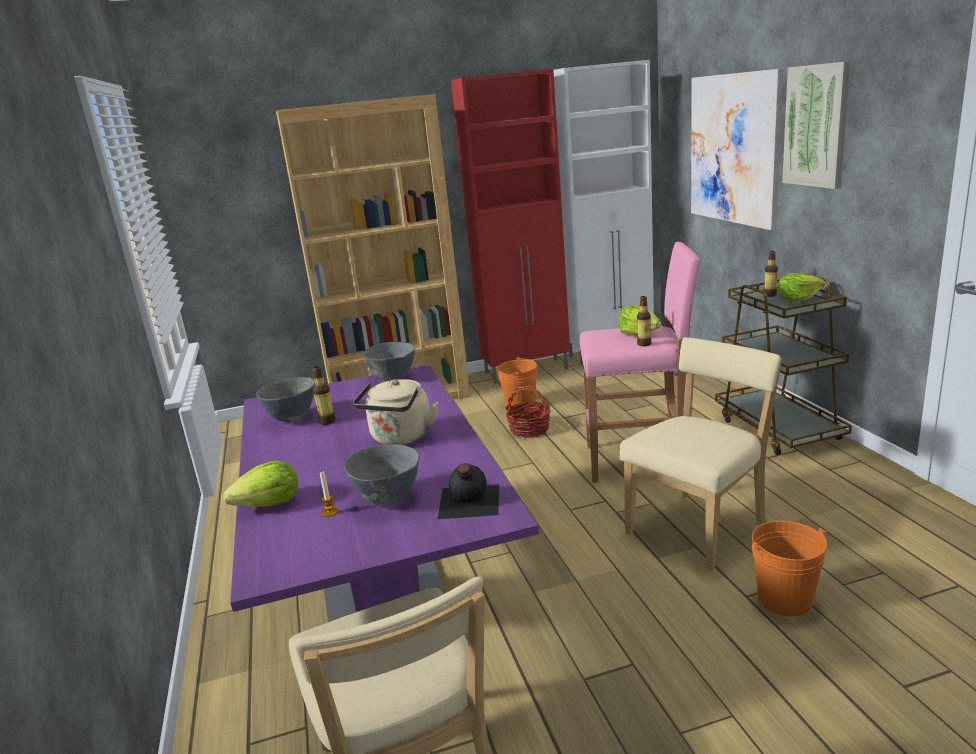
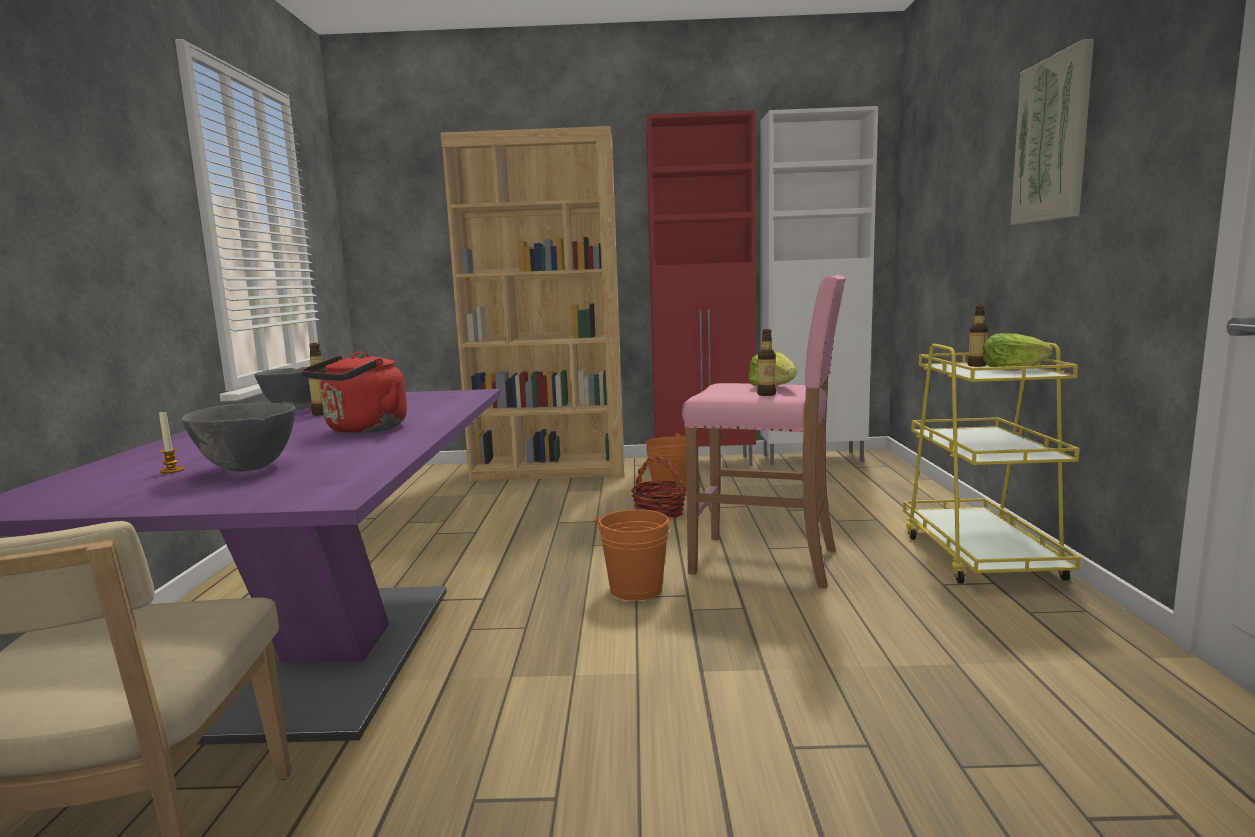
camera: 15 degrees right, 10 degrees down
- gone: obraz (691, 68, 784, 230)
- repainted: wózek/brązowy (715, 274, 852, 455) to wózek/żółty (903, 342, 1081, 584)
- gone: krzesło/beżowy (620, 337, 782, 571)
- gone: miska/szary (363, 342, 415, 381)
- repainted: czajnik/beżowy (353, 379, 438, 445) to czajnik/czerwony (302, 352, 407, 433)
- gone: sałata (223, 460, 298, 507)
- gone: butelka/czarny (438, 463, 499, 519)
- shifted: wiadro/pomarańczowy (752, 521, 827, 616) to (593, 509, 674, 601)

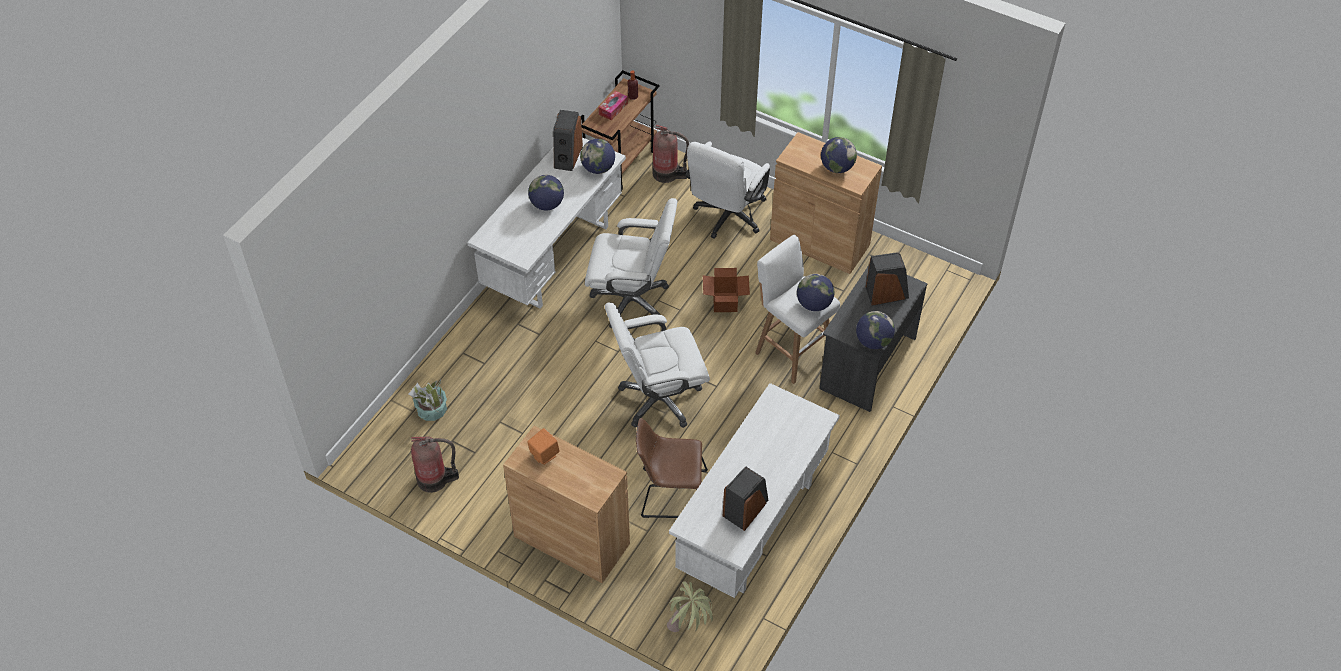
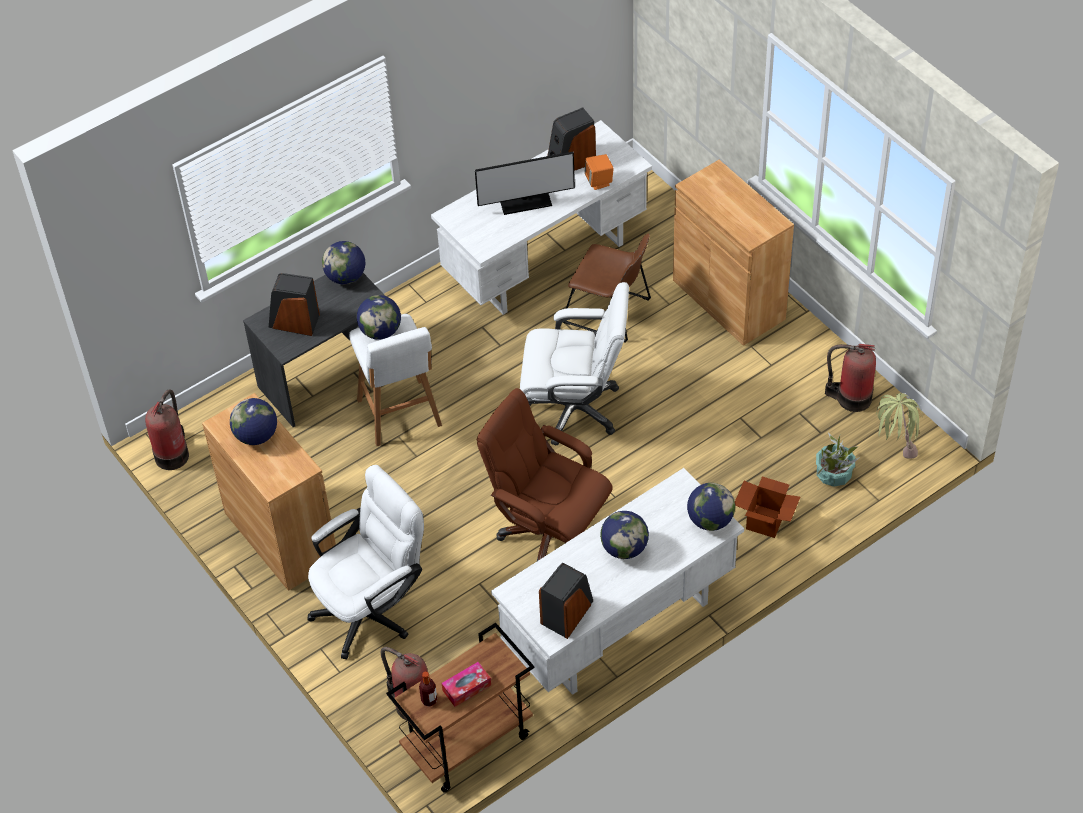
camera: 155 degrees left, 0 degrees up
- shifted: globus (580, 139, 615, 174) to (687, 483, 735, 531)
- repainted: krzesło biurowe/biały (585, 198, 677, 328) to krzesło biurowe/brązowy (476, 388, 613, 561)
- shifted: karton (703, 268, 750, 312) to (735, 477, 800, 538)
- shifted: głośnik/pomarańczowy (527, 428, 560, 465) to (584, 154, 614, 190)
- shifted: roślina doniczkowa (667, 581, 713, 632) to (876, 393, 923, 459)
- new: monitor (475, 152, 575, 215)
- new: gaśnica (145, 389, 189, 470)

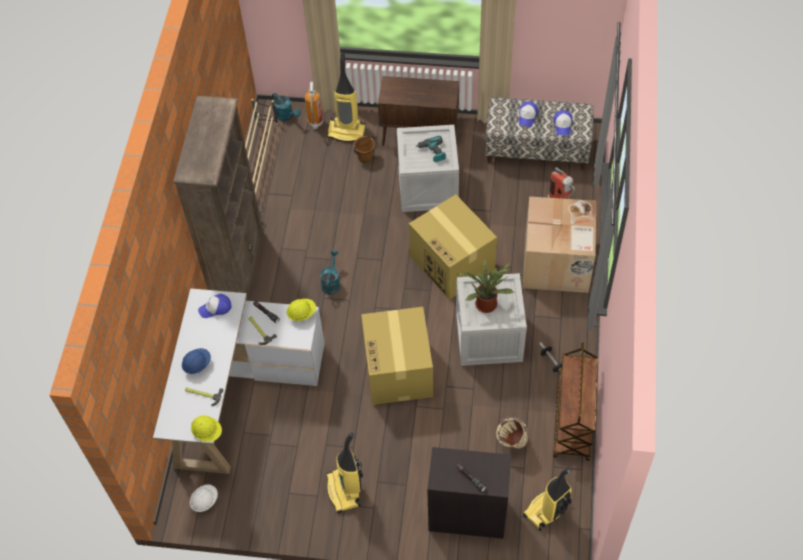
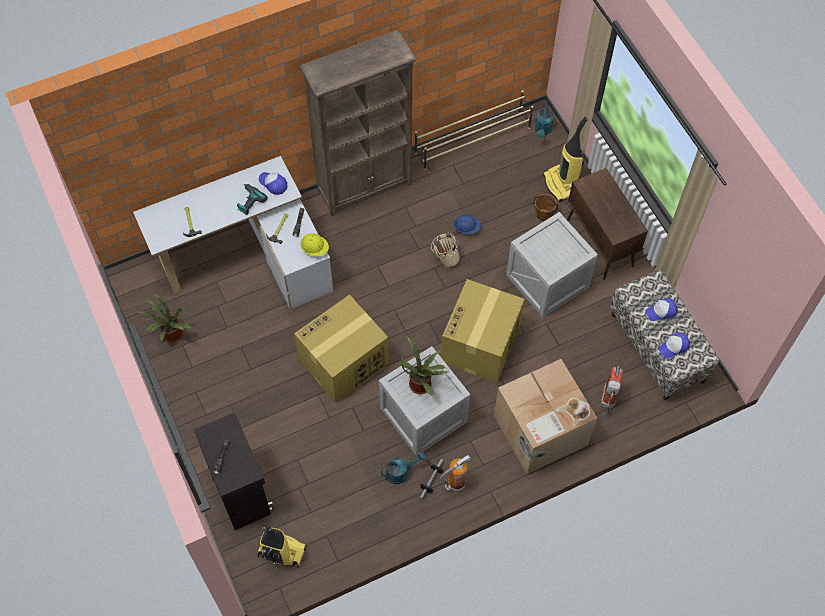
camera: 55 degrees right, 5 degrees up
- shifted: gaśnica (304, 82, 323, 129) to (440, 455, 470, 491)
- shifted: wiertarka (415, 136, 446, 163) to (237, 184, 268, 215)
- shifted: konewka/turkusowy (320, 250, 340, 295) to (381, 452, 426, 484)
- gone: wózek/brązowy (553, 343, 598, 460)
- shifted: kask/niebieski (182, 348, 211, 374) to (454, 214, 481, 234)
- gone: kask/żółty (191, 415, 222, 442)
- shifted: wiadro/beżowy (496, 417, 528, 449) to (431, 232, 460, 267)
- gone: odkurzacz (326, 432, 363, 513)
- gone: kask/biały (190, 485, 218, 512)
- new: roślina doniczkowa (138, 294, 192, 343)

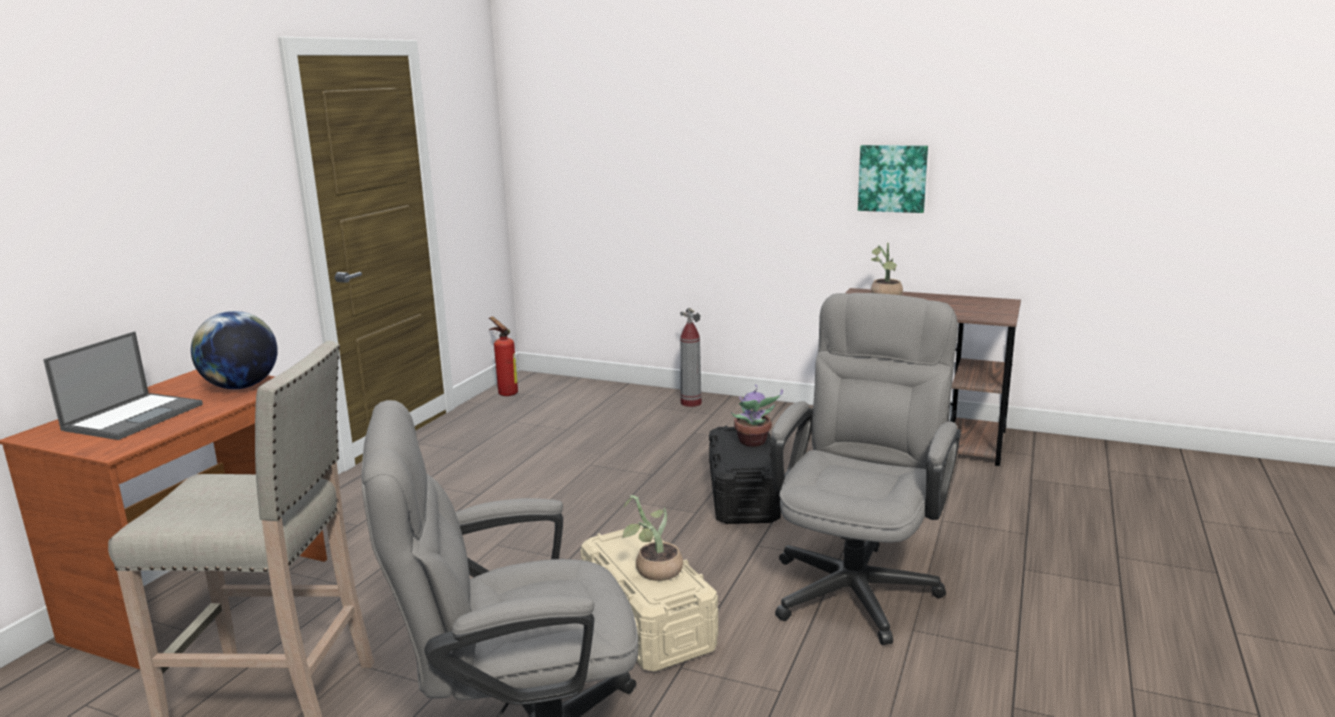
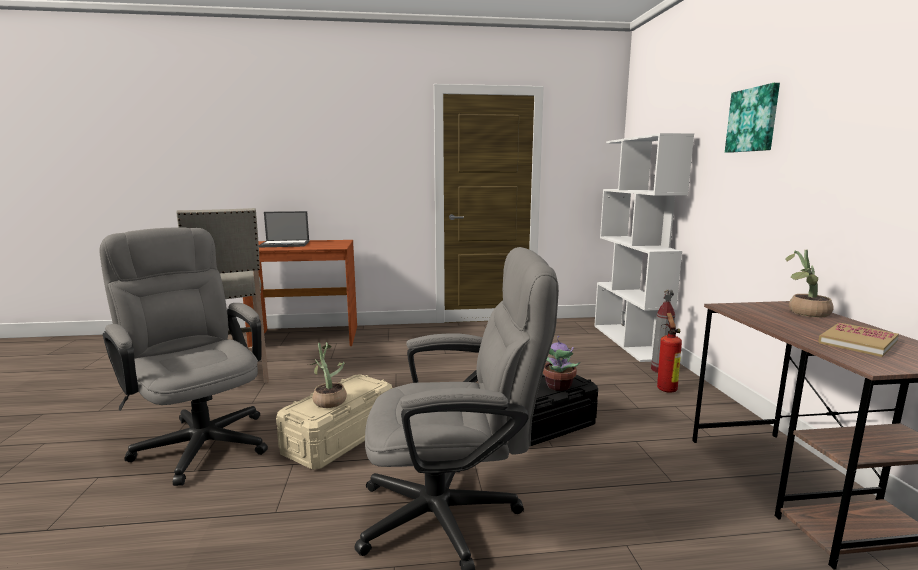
camera: 60 degrees right, 5 degrees down
- shifted: obraz (858, 145, 928, 213) to (725, 83, 780, 153)
- gone: globus (191, 311, 278, 389)
- shifted: gaśnica (489, 316, 518, 396) to (657, 313, 682, 393)
- new: regał/biały (594, 133, 694, 362)
- new: książka (818, 323, 899, 357)

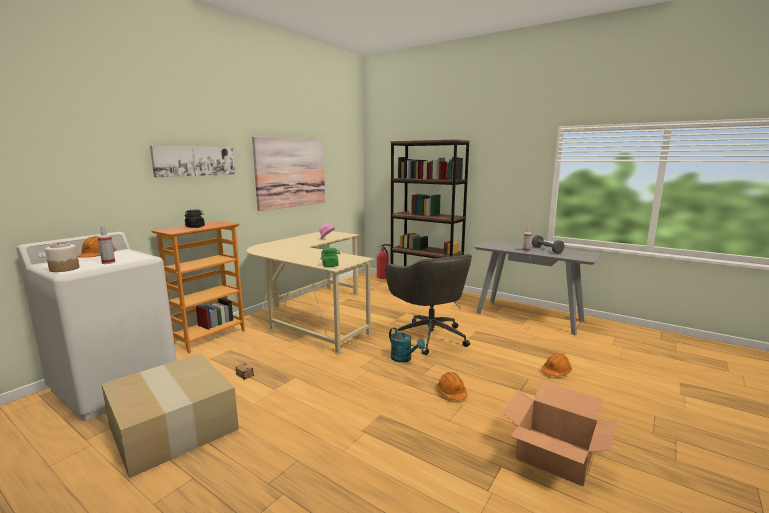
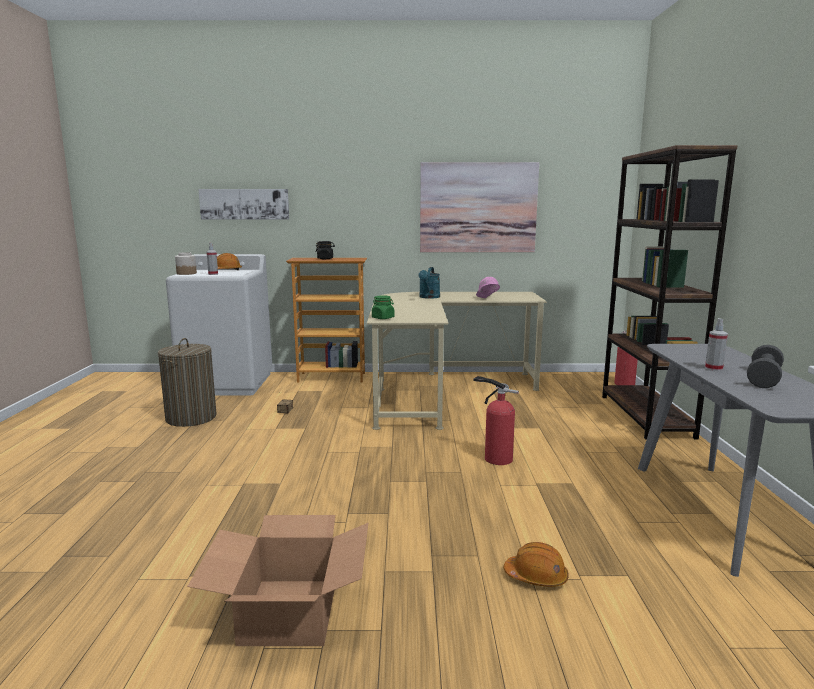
camera: 55 degrees right, 0 degrees up
- shifted: obraz (150, 146, 235, 177) to (198, 189, 289, 219)
- swapped: krzesło biurowe/szary (385, 254, 472, 355) to gaśnica (474, 376, 519, 465)
- shifted: konewka/turkusowy (389, 328, 425, 363) to (418, 267, 440, 299)
- swapped: karton (102, 354, 239, 478) to kosz na pranie (158, 338, 217, 427)
- gone: kask/pomarańczowy (437, 372, 468, 401)

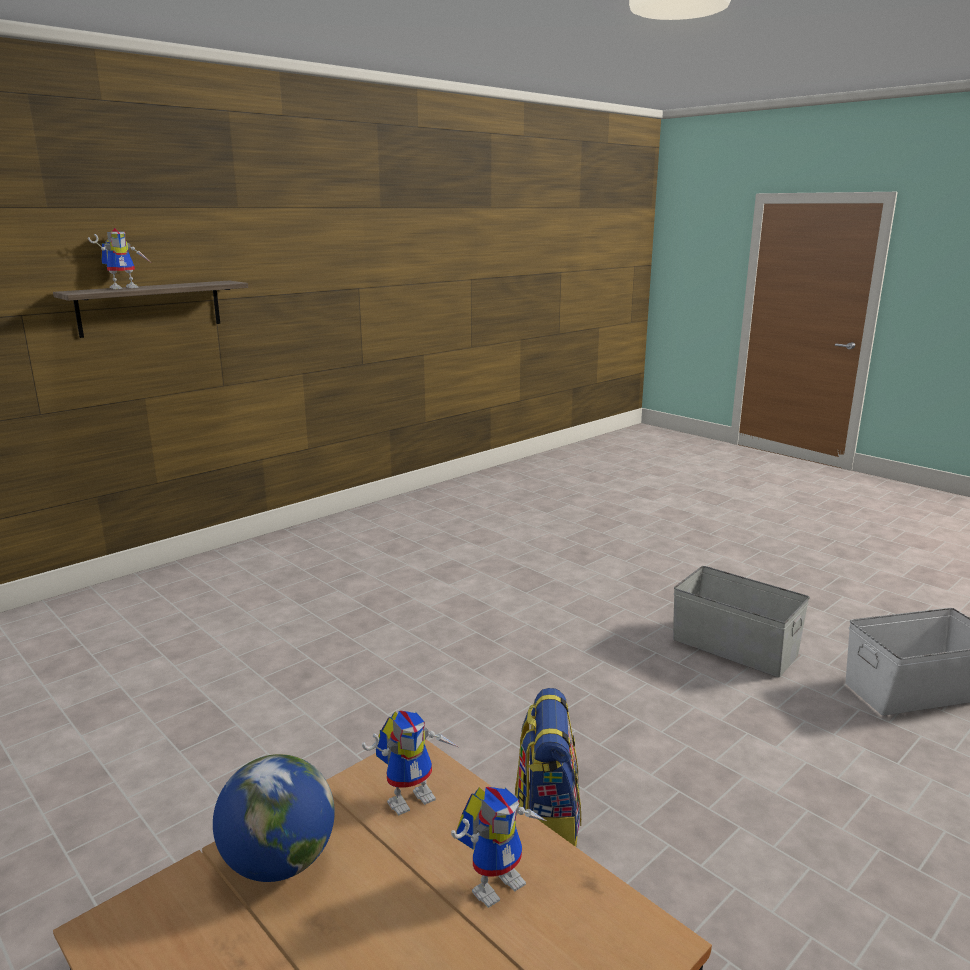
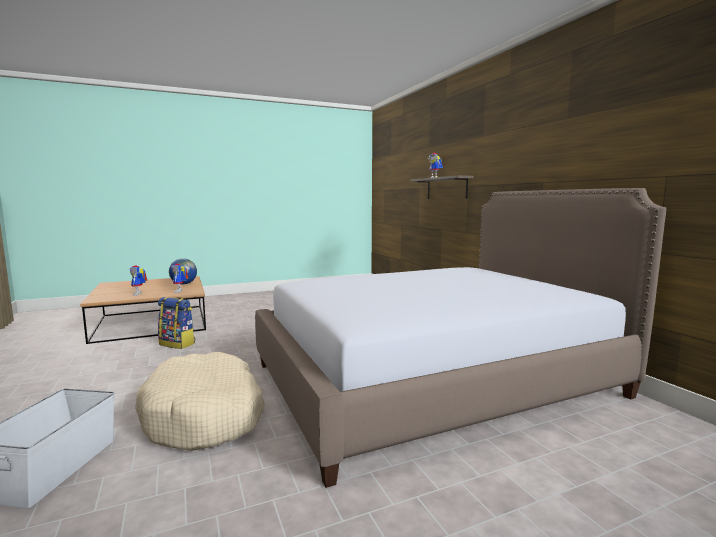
camera: 110 degrees right, 10 degrees down
- swapped: pojemnik do przechowywania/szary (673, 566, 810, 677) to legowisko/beżowy (135, 352, 265, 451)
- new: łóżko (255, 188, 666, 488)

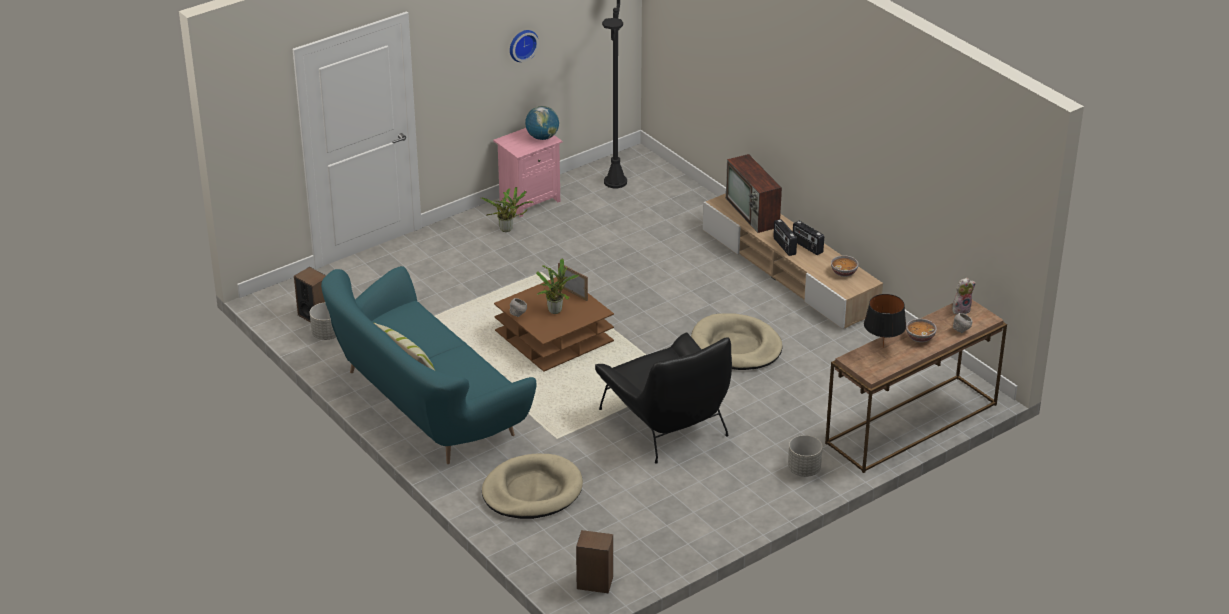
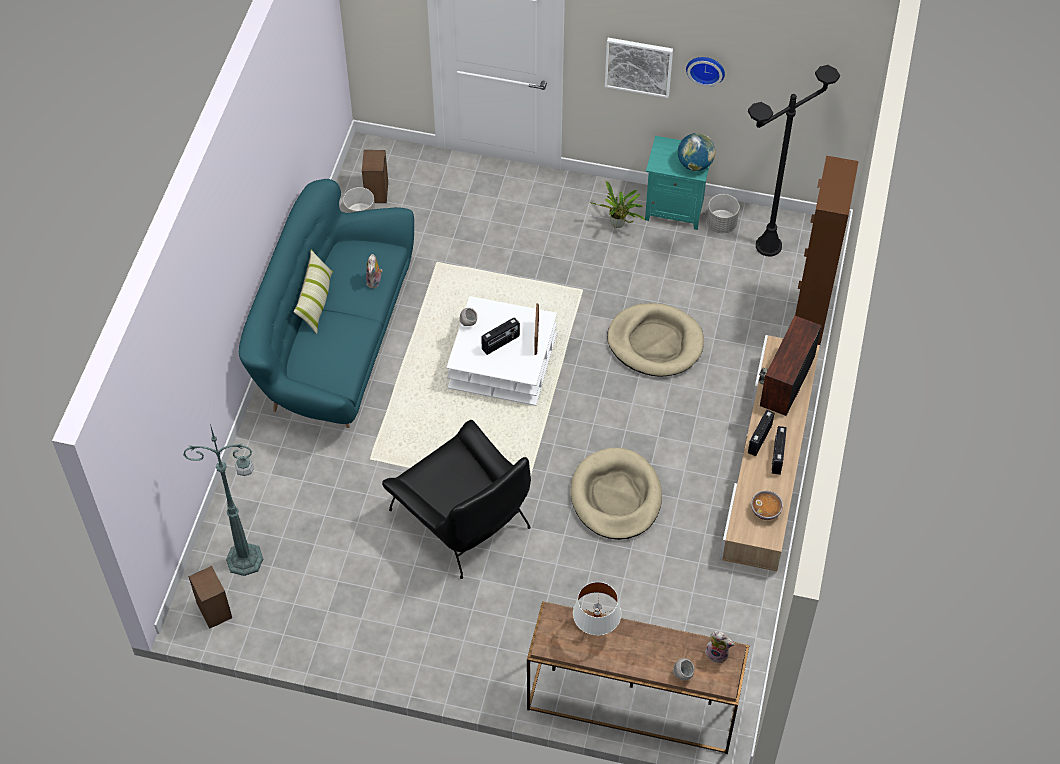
camera: 50 degrees right, 20 degrees up
- repainted: szafka nocna/różowy (493, 128, 563, 217) to szafka nocna/turkusowy (645, 136, 709, 230)
- swapped: roślina doniczkowa (536, 258, 579, 314) to radio (481, 317, 520, 355)
- repainted: ława/brązowy (494, 277, 614, 372) to ława/biały (446, 296, 557, 406)
- repainted: lampa stołowa/czarny (864, 294, 906, 347) to lampa stołowa/biały (573, 582, 621, 635)
- gone: miska (906, 319, 937, 342)
- rotated: fotel/czarny (595, 332, 732, 464) = (382, 420, 531, 579) 60 degrees counterclockwise
- shifted: donica/szary (788, 435, 822, 477) to (707, 194, 740, 233)
- shifted: legowisko/beżowy (482, 454, 583, 519) to (607, 303, 704, 377)
- new: obraz (605, 38, 673, 98)
- new: szafka/brązowy (795, 156, 859, 349)
- new: pluszak (366, 254, 383, 288)
- new: lampa stojąca/zielony (183, 424, 263, 576)

